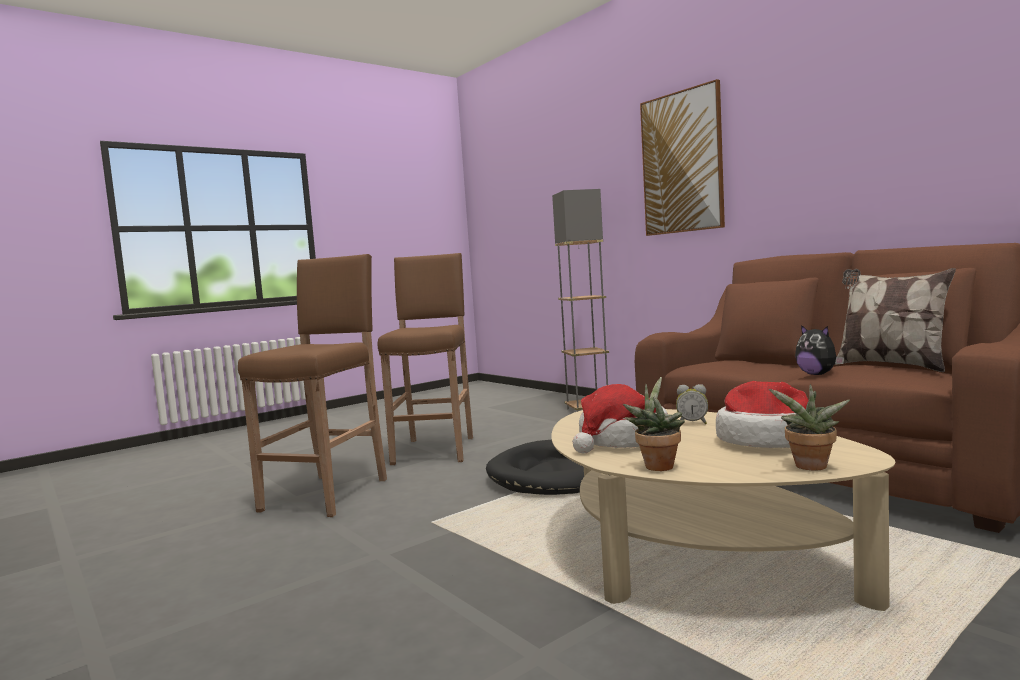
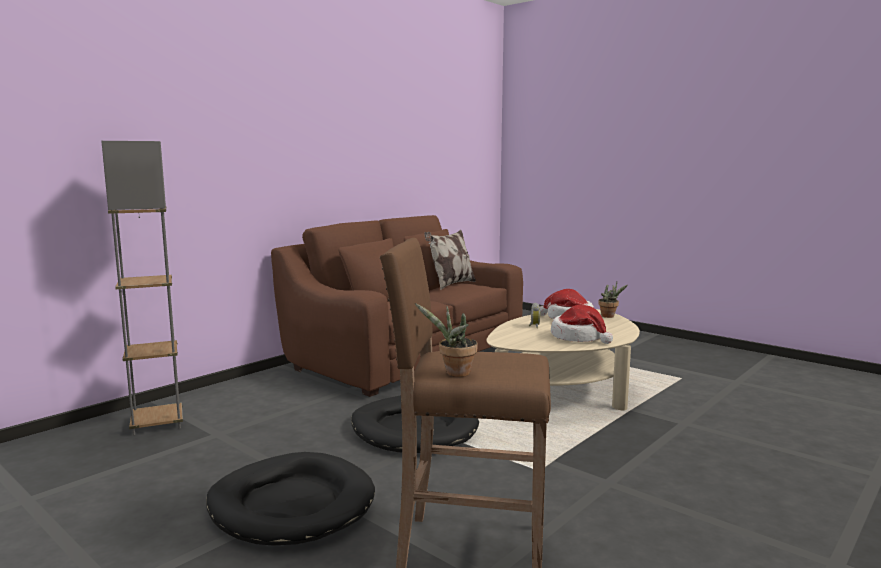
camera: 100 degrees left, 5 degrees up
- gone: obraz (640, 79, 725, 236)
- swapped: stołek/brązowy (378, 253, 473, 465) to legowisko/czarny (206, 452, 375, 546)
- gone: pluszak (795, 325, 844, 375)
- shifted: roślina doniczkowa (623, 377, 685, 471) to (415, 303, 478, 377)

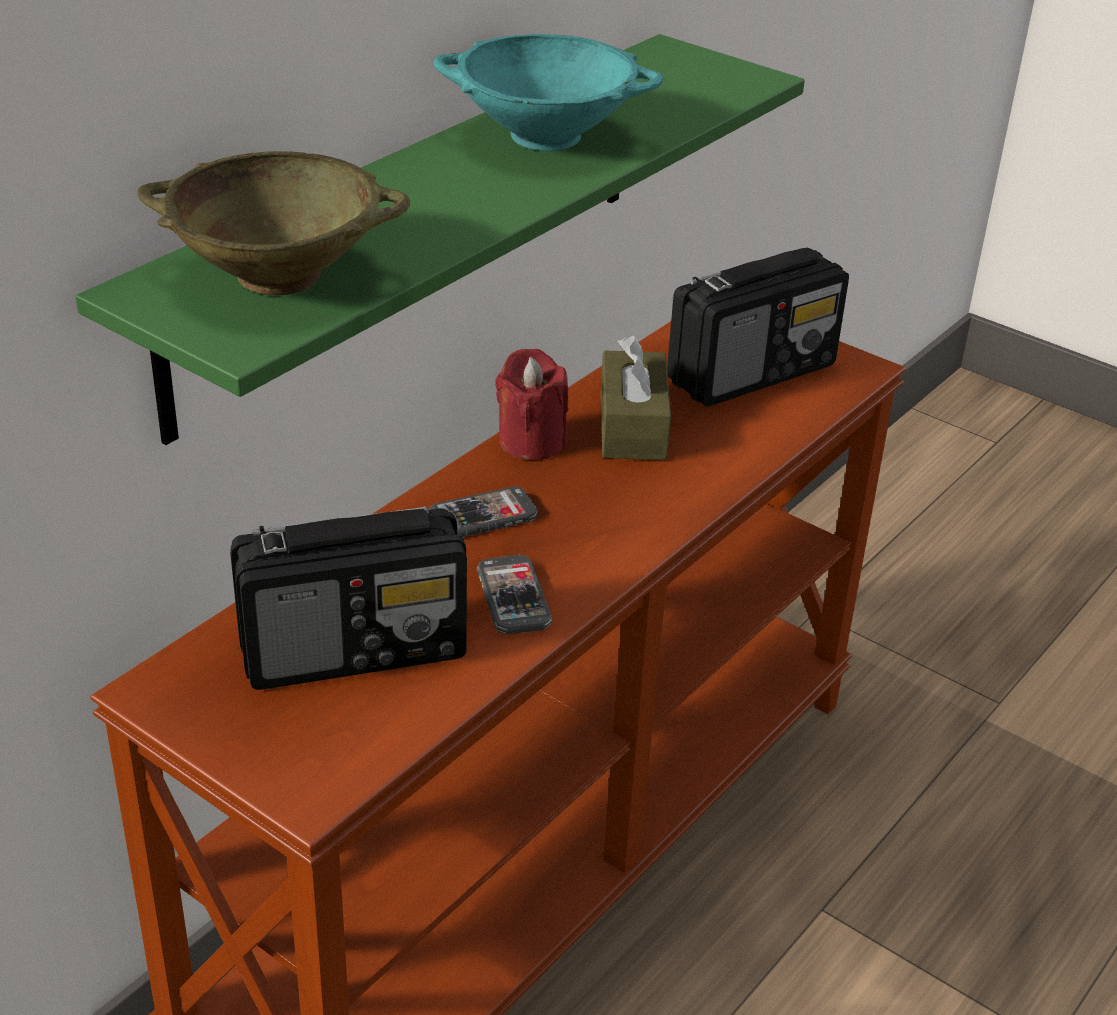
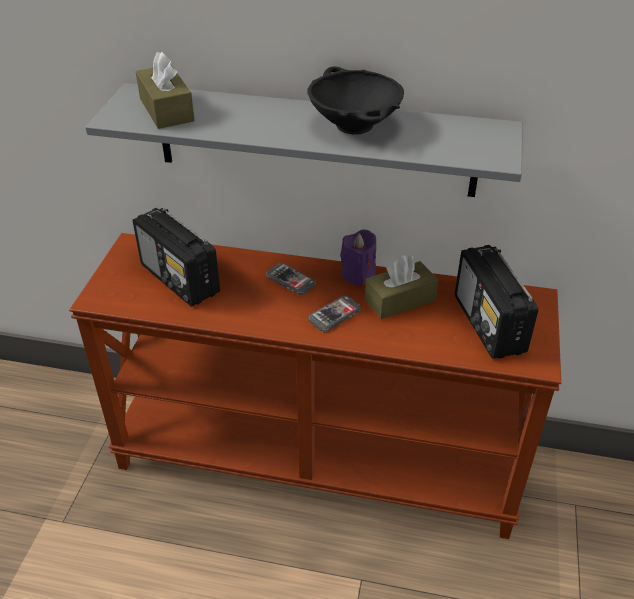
camera: 65 degrees right, 5 degrees up
- repainted: półka/zielony (76, 34, 805, 445) to półka/szary (85, 83, 523, 197)
- repainted: miska/turkusowy (433, 34, 664, 151) to miska/czarny (307, 66, 404, 134)
- swapped: miska/beżowy (138, 151, 410, 295) to pudełko chusteczek/brązowy (136, 52, 195, 129)
- rotated: radio (667, 248, 849, 407) = (455, 245, 538, 359) 45 degrees clockwise
- repainted: świeca/czerwony (495, 349, 568, 461) to świeca/fioletowy (340, 230, 376, 286)
- shifted: telefon (477, 555, 553, 634) to (309, 296, 361, 331)

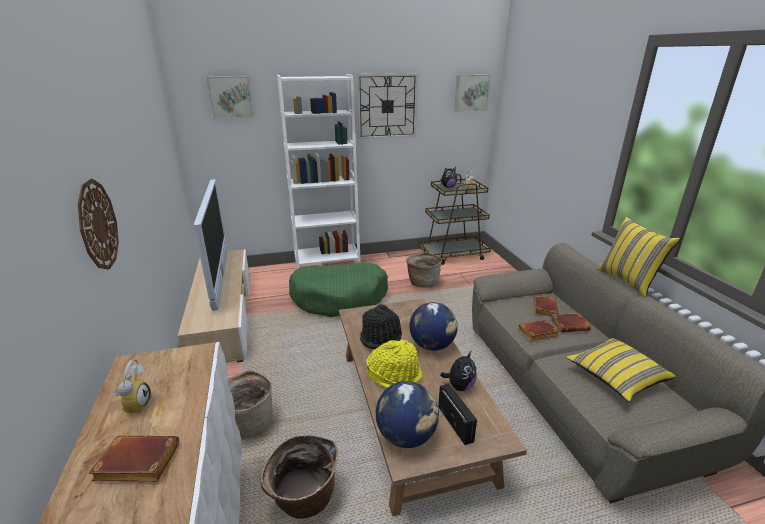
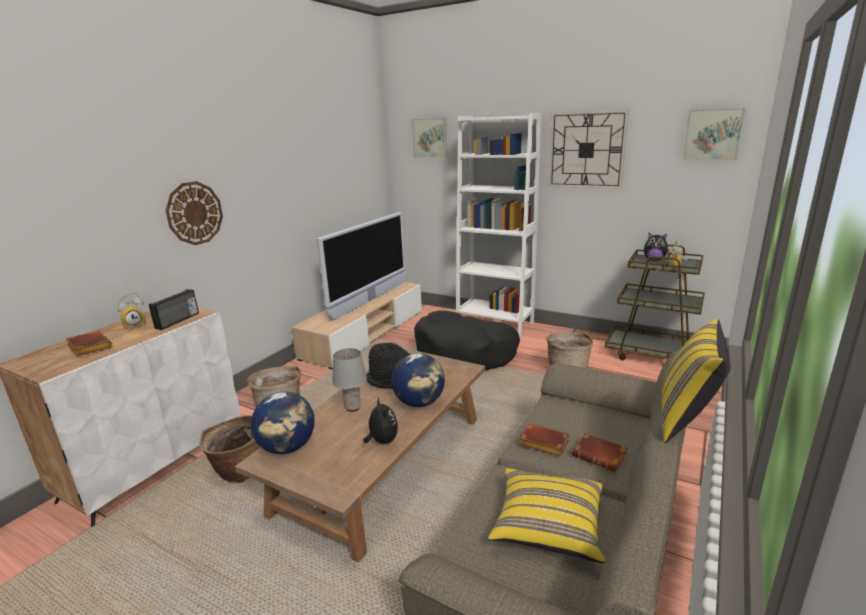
camera: 45 degrees right, 5 degrees down
- repainted: legowisko/zielony (289, 262, 388, 317) to legowisko/czarny (414, 311, 520, 370)
- gone: książka/brązowy (534, 295, 558, 316)
- swapped: kapelusz/żółty (366, 339, 422, 388) to lampa stołowa/szary (333, 348, 367, 412)
- rotated: pluszak (440, 352, 477, 391) = (363, 398, 398, 444) 105 degrees counterclockwise
- shifted: radio (438, 383, 477, 445) to (149, 289, 199, 330)

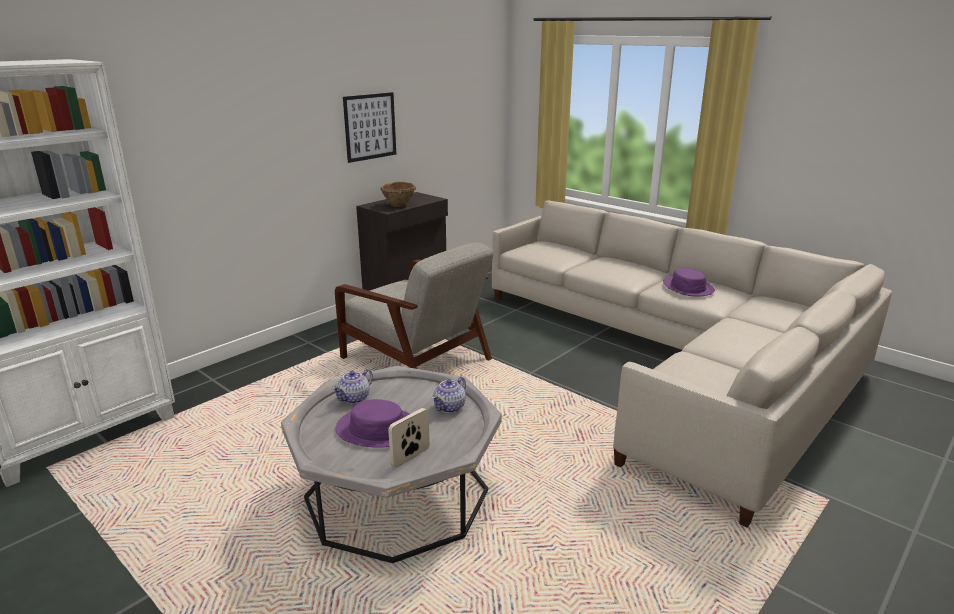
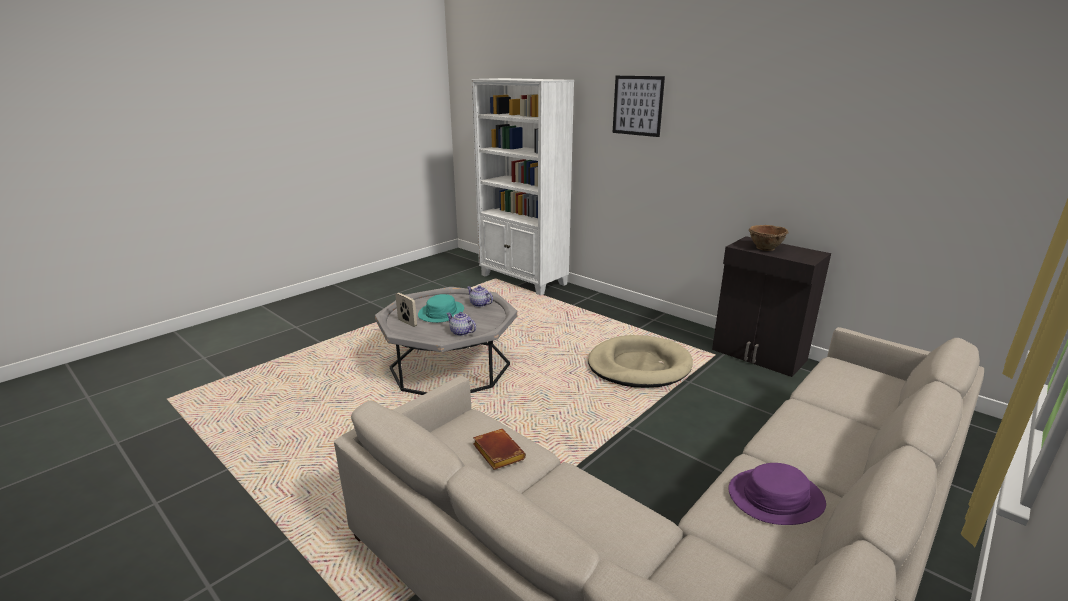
camera: 90 degrees right, 0 degrees up
- shifted: obraz (343, 92, 396, 163) to (613, 76, 665, 137)
- swapped: fotel/szary (335, 243, 493, 369) to legowisko/beżowy (588, 335, 693, 388)
- repainted: kapelusz/fioletowy (335, 399, 410, 447) to kapelusz/turkusowy (418, 294, 464, 323)
- new: książka/brązowy (473, 429, 526, 470)

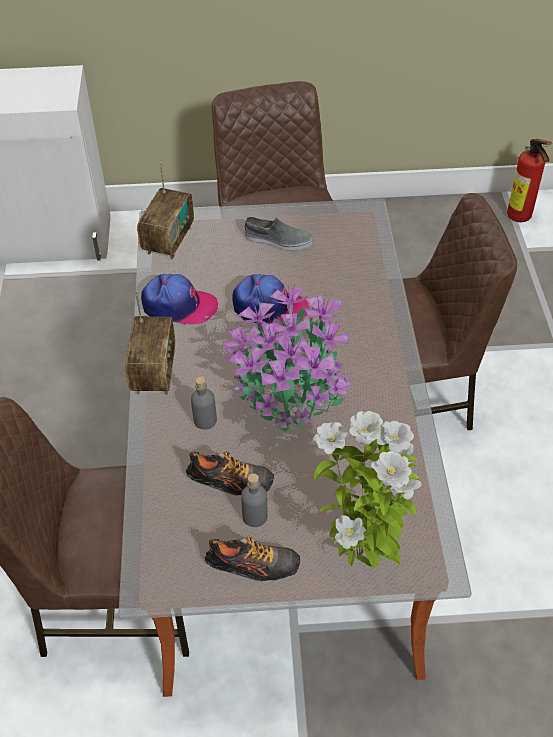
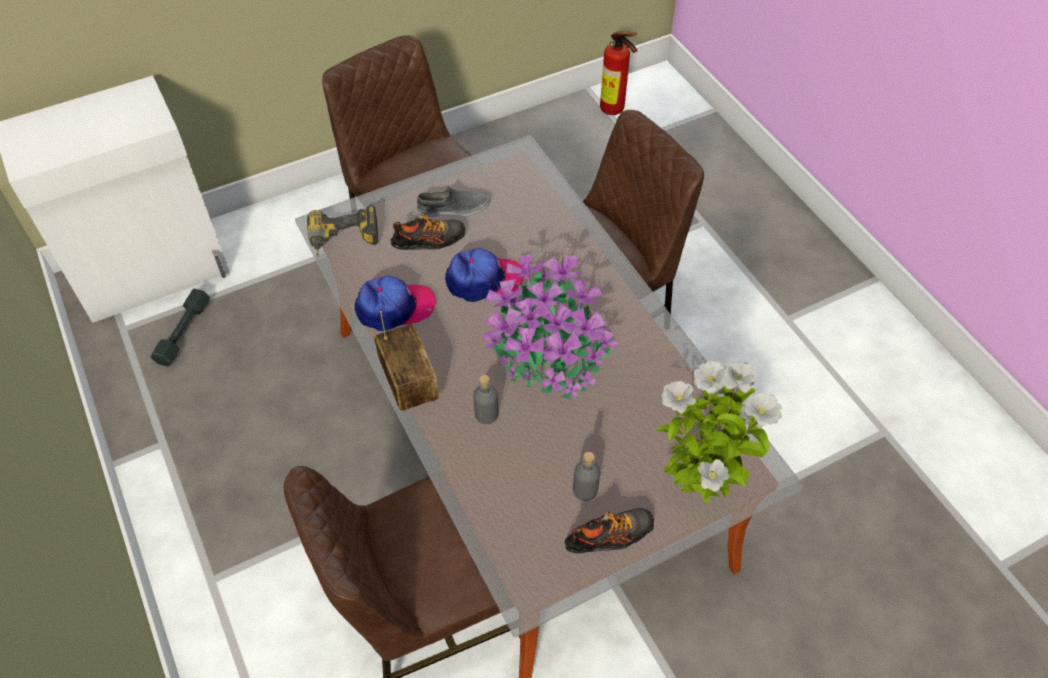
camera: 25 degrees left, 5 degrees up
- swapped: radio (137, 162, 194, 260) to wiertarka (307, 205, 378, 257)
- shifted: but (186, 451, 274, 496) to (390, 213, 465, 250)
- new: hantel/szary (150, 289, 210, 366)

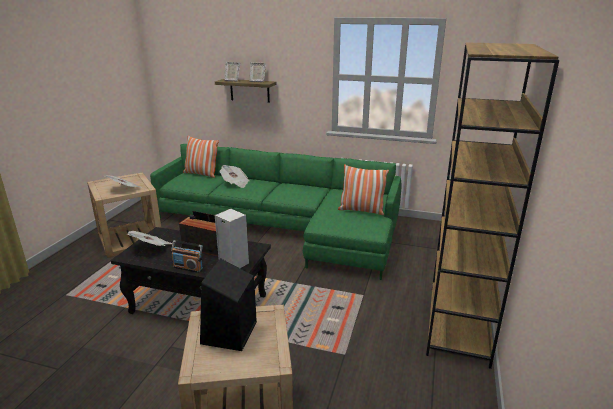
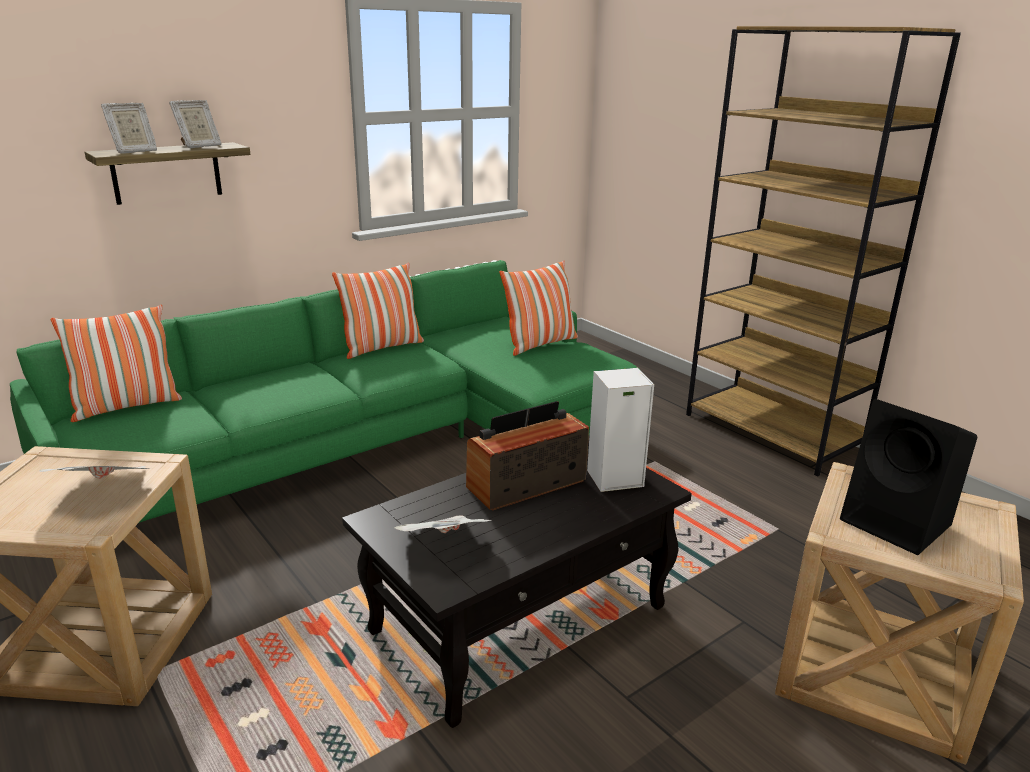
camera: 55 degrees left, 0 degrees up
- gone: gazeta (220, 165, 250, 188)
- gone: radio (171, 240, 203, 273)
- new: poduszka (332, 263, 424, 359)

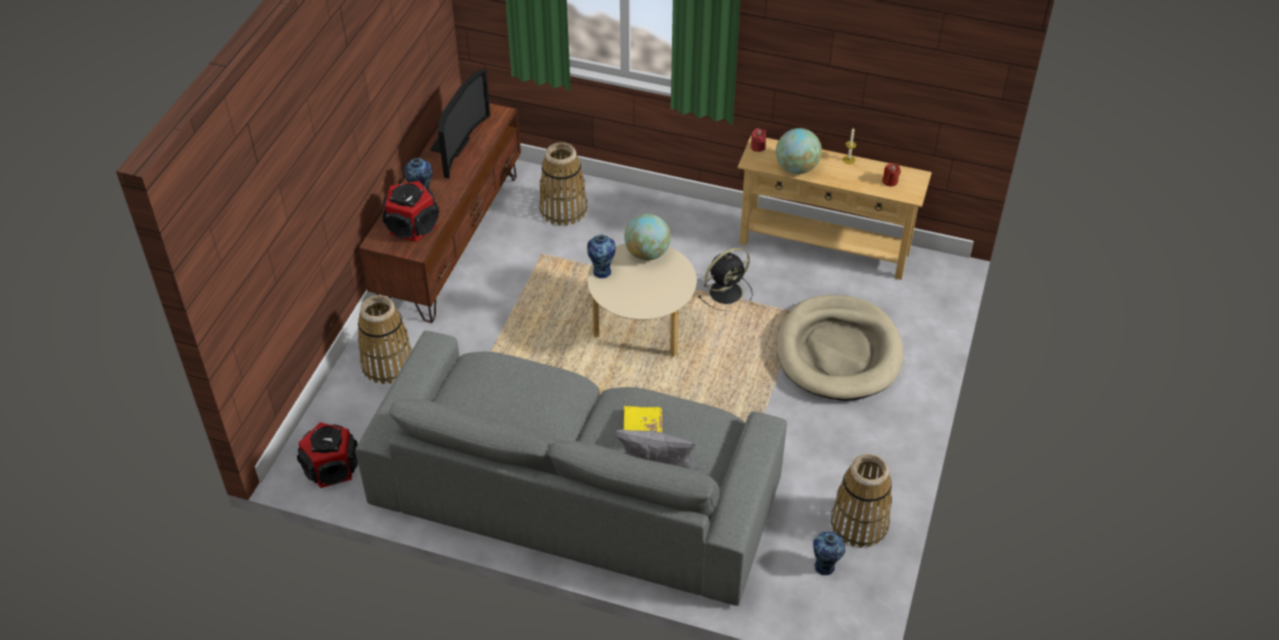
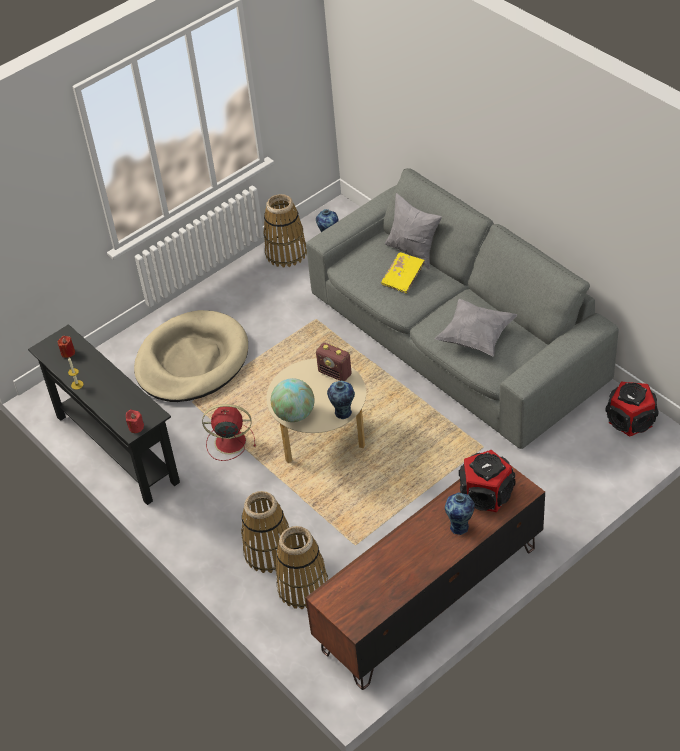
camera: 145 degrees left, 0 degrees up
- gone: telewizor (430, 69, 490, 179)
- gone: globus (776, 128, 822, 174)
- repainted: stolik konsolowy/beżowy (737, 136, 932, 280) to stolik konsolowy/czarny (28, 324, 180, 505)
- repainted: wentylator/czarny (698, 248, 753, 311) to wentylator/czerwony (202, 404, 256, 461)
- shifted: koszyk (358, 295, 412, 384) to (241, 491, 292, 573)
- new: poduszka/szary (435, 299, 517, 356)
- new: radio (316, 343, 352, 381)

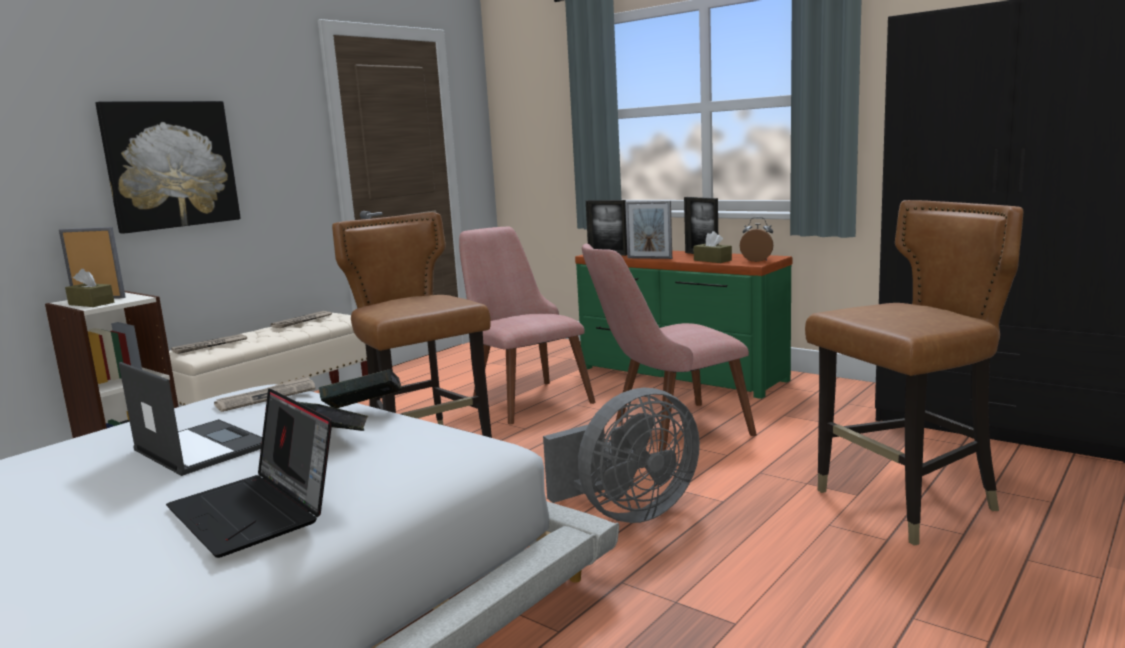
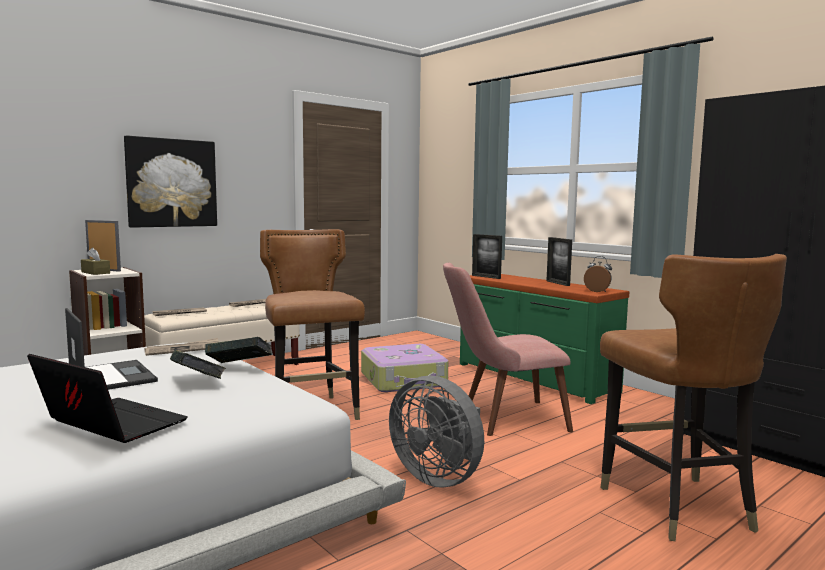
camera: 10 degrees right, 5 degrees down
- rotated: krzesło/brązowy (805, 200, 1024, 546) = (600, 254, 787, 541) 90 degrees clockwise
- gone: ramka na zdjęcie (625, 201, 672, 259)
- swapped: krzesło/różowy (459, 227, 596, 425) to walizka (361, 344, 448, 392)
- gone: pudełko chusteczek/brązowy (694, 231, 732, 263)
- rotated: laptop (166, 388, 332, 558) = (27, 354, 188, 443) 150 degrees clockwise
- rotated: wentylator/szary (543, 388, 700, 523) = (389, 375, 484, 488) 60 degrees clockwise

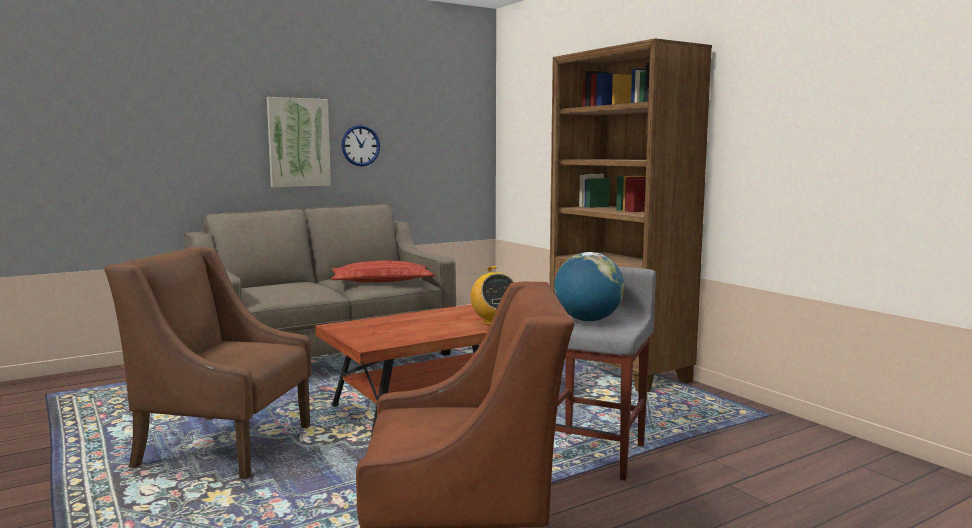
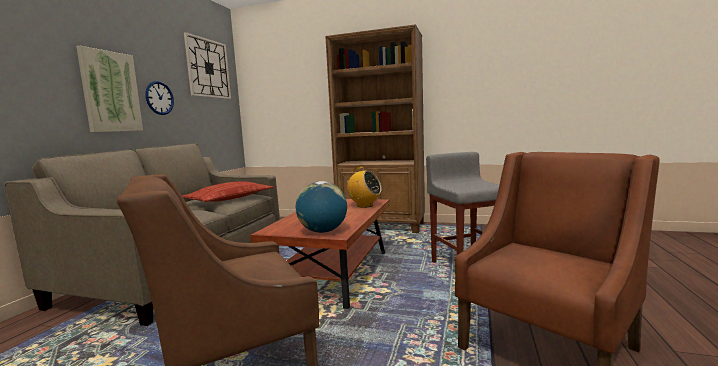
camera: 40 degrees left, 0 degrees up
- shifted: globus (554, 252, 624, 321) to (296, 181, 347, 233)
- new: zegar ścienny (184, 32, 231, 99)

